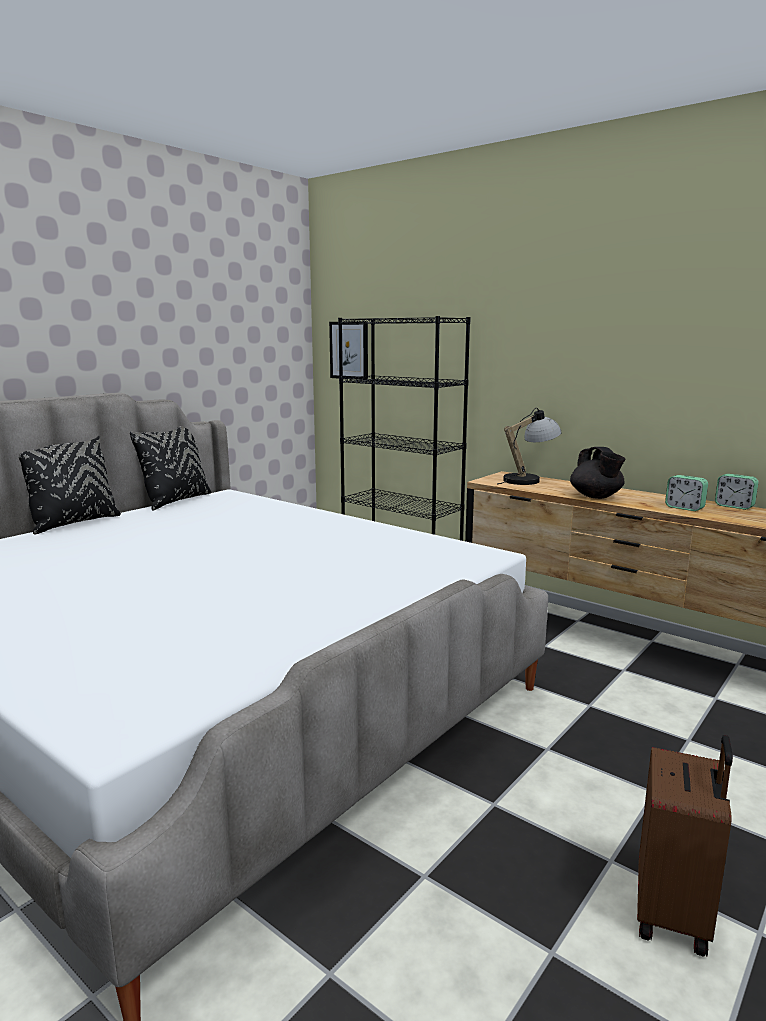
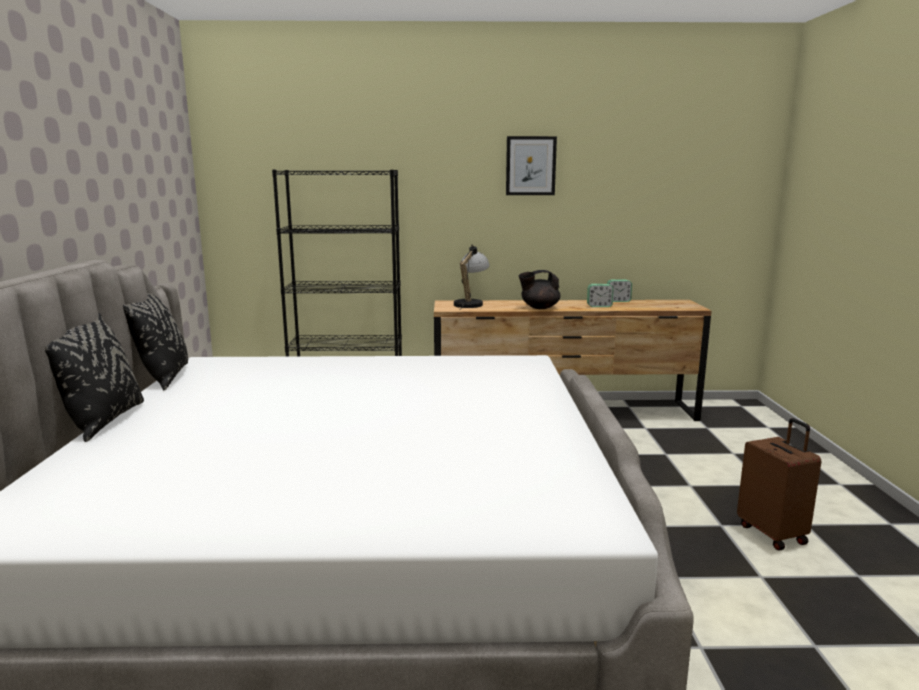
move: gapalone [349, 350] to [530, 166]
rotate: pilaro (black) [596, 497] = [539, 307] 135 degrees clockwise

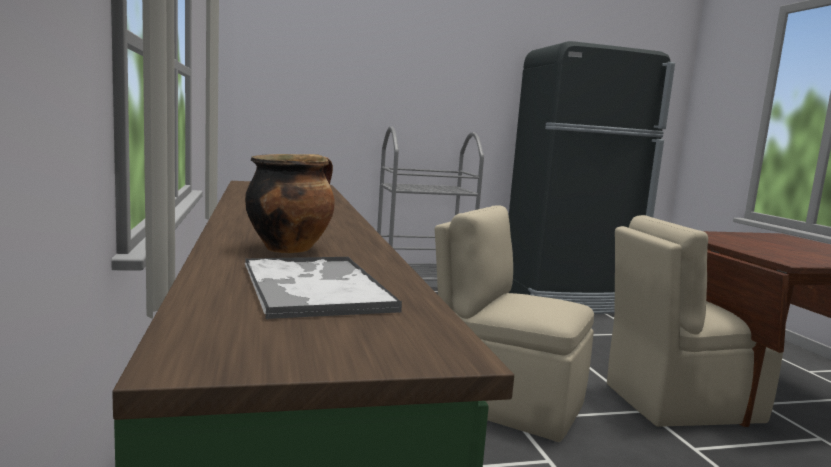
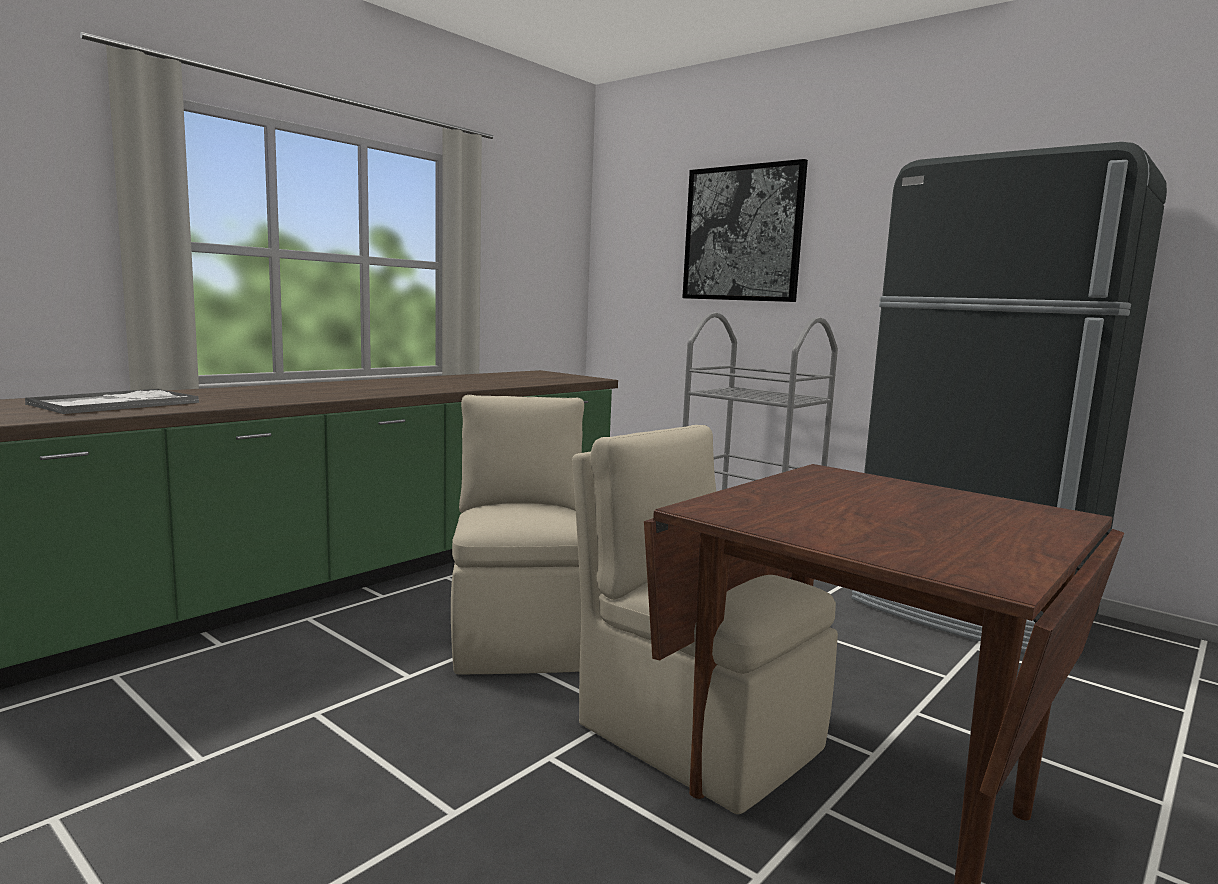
delete: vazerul [290, 248]
insert: gapalone [742, 233]

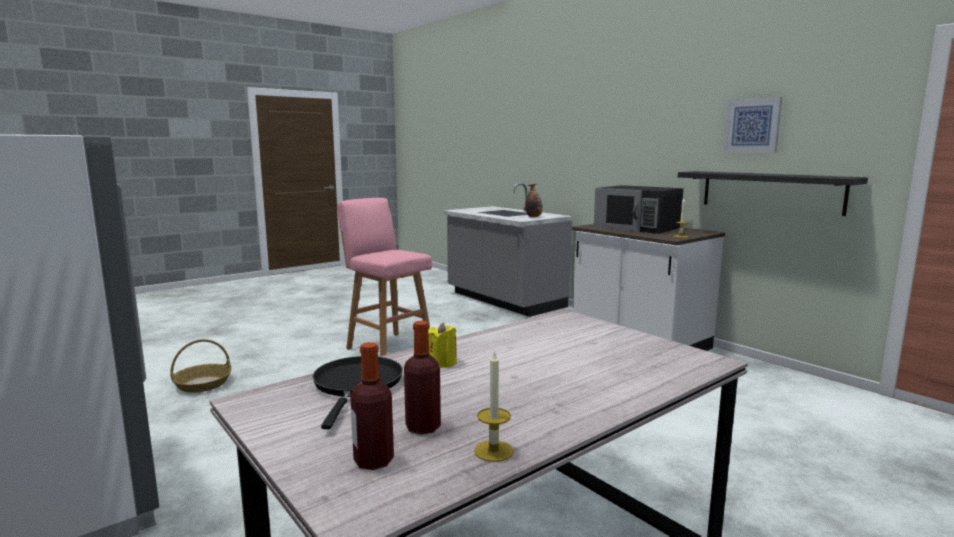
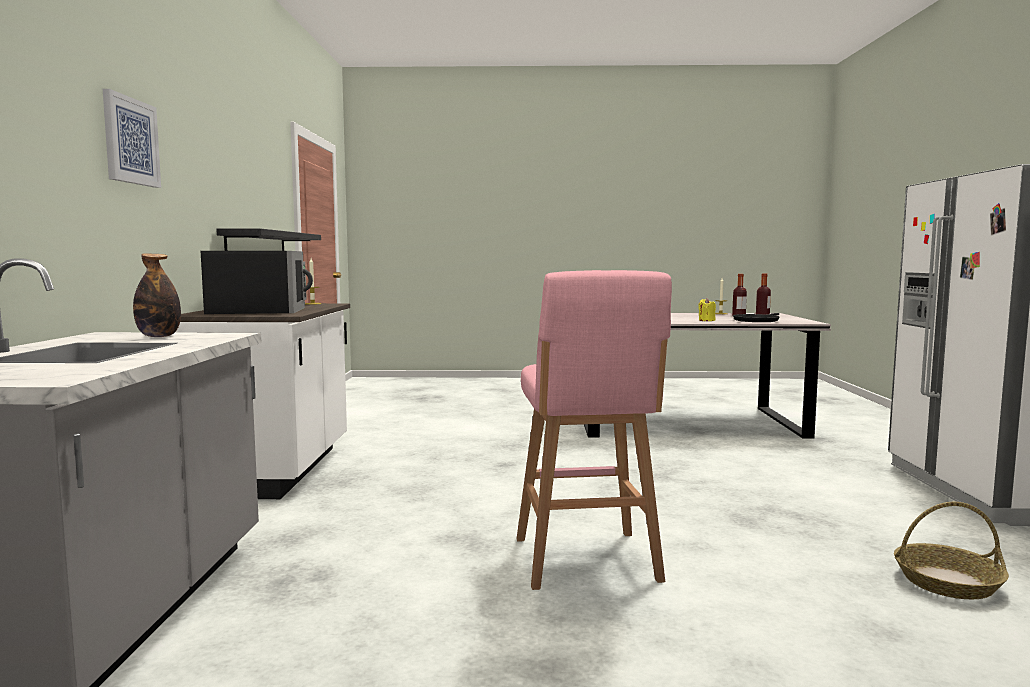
move: gapalone [752, 125] to [130, 141]

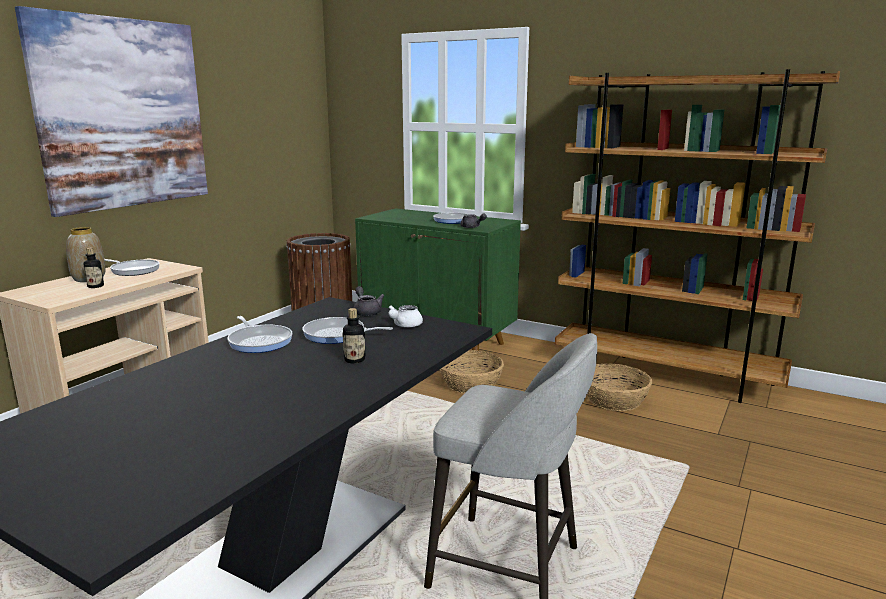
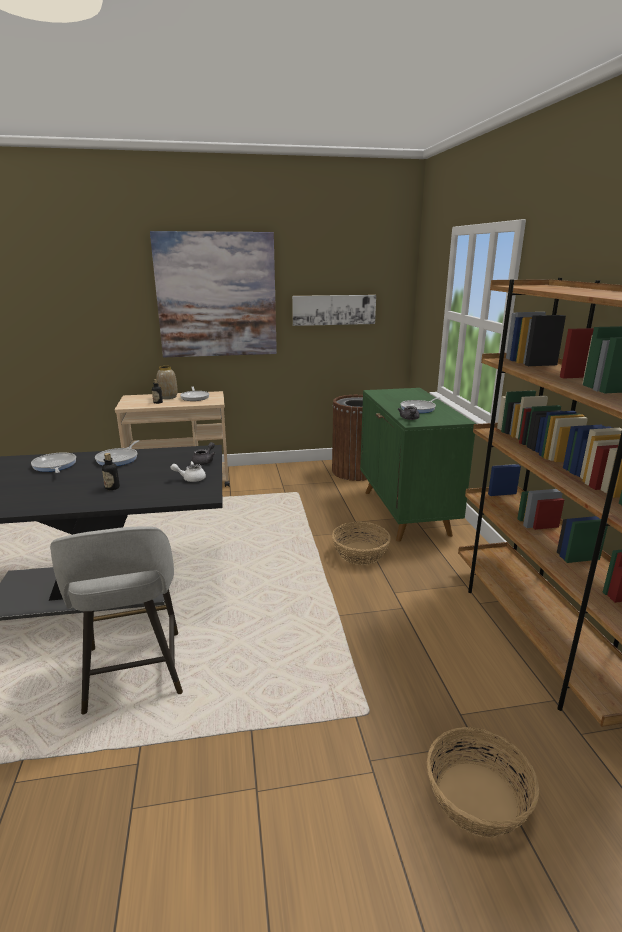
insert: gapalone [334, 310]
move: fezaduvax [337, 335] to [54, 466]; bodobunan [614, 400] to [476, 798]

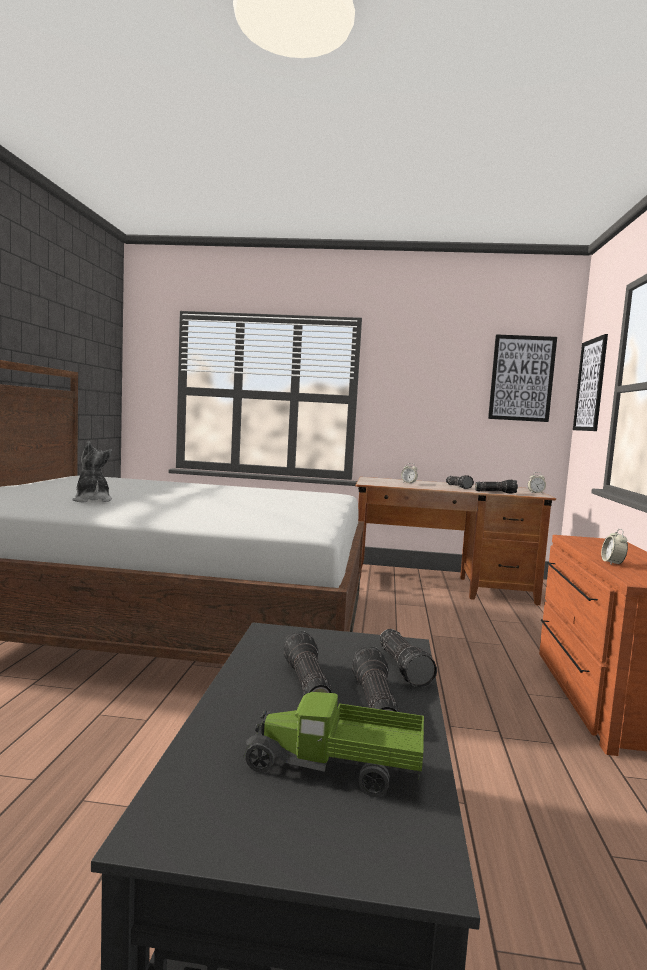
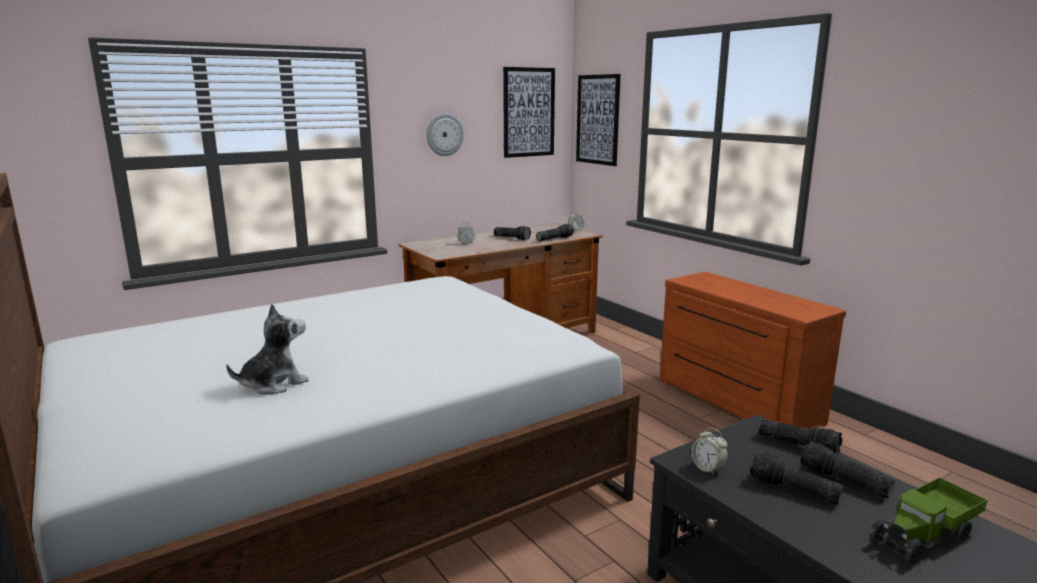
insert: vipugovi [444, 134]
move: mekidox [612, 563] to [708, 468]
rotate: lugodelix [92, 500] = [274, 384] 120 degrees clockwise

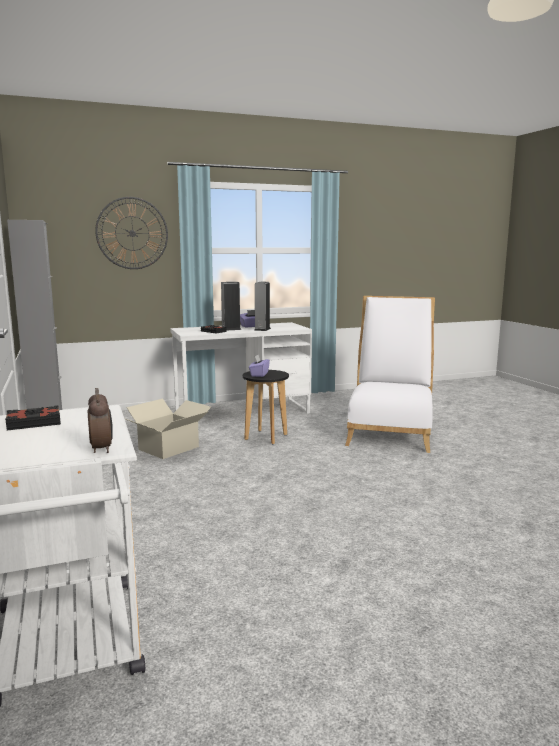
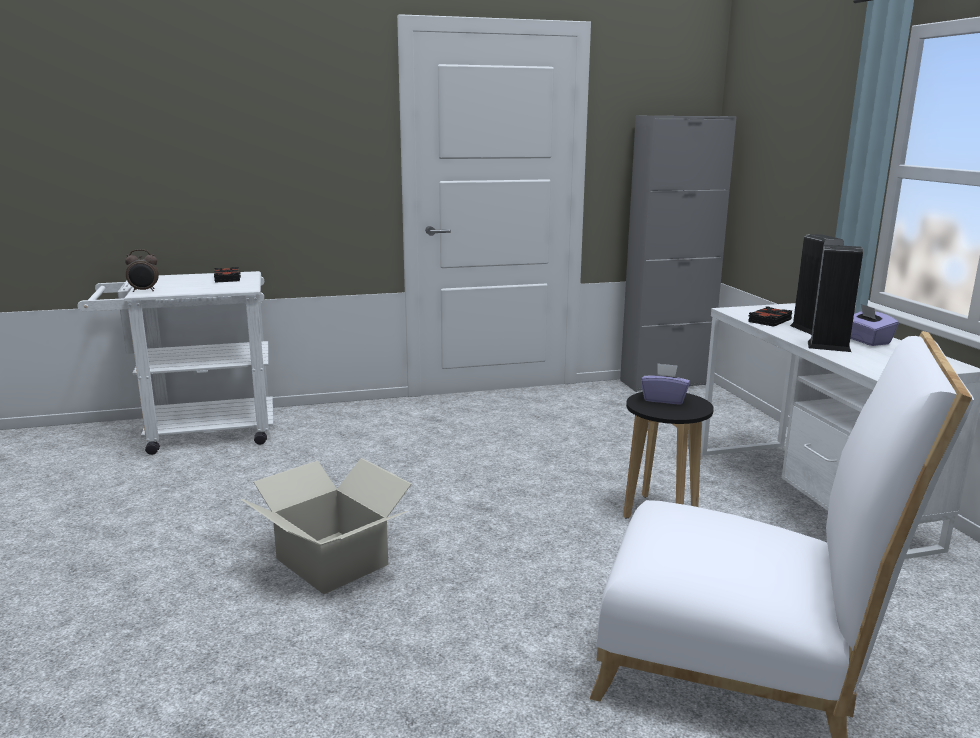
delete: vipugovi [132, 233]
move: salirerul [168, 448] to [333, 561]

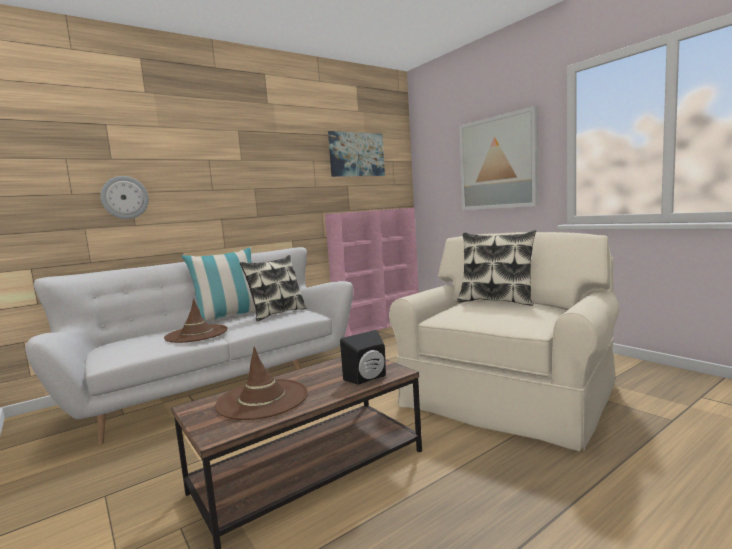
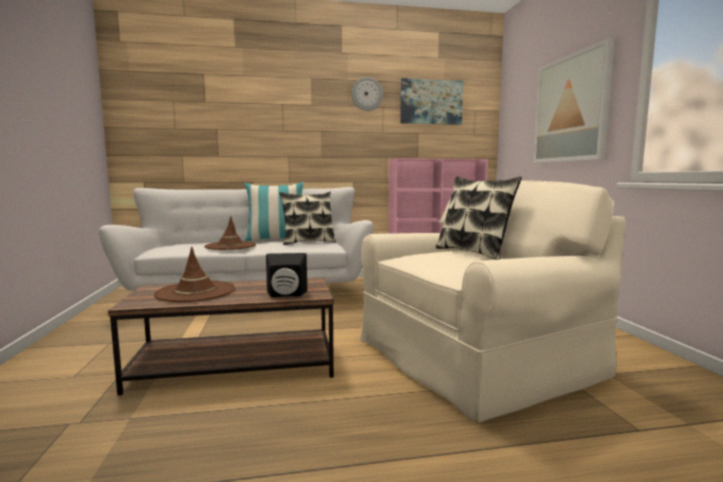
move: vipugovi [125, 197] to [367, 94]

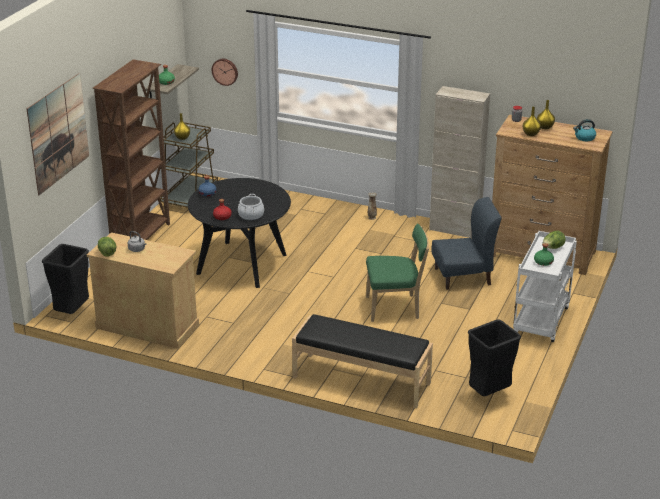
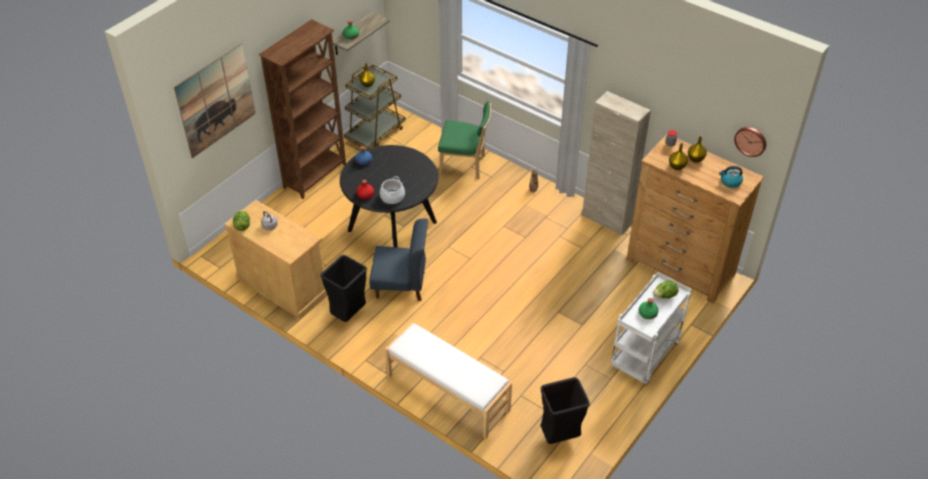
move: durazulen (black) [72, 312] to [349, 314]; vipugovi [225, 71] to [751, 141]; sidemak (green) [395, 308] to [465, 166]; sidemak (blue) [463, 276] to [401, 285]
recolor: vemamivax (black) [361, 381] to vemamivax (white) [447, 393]

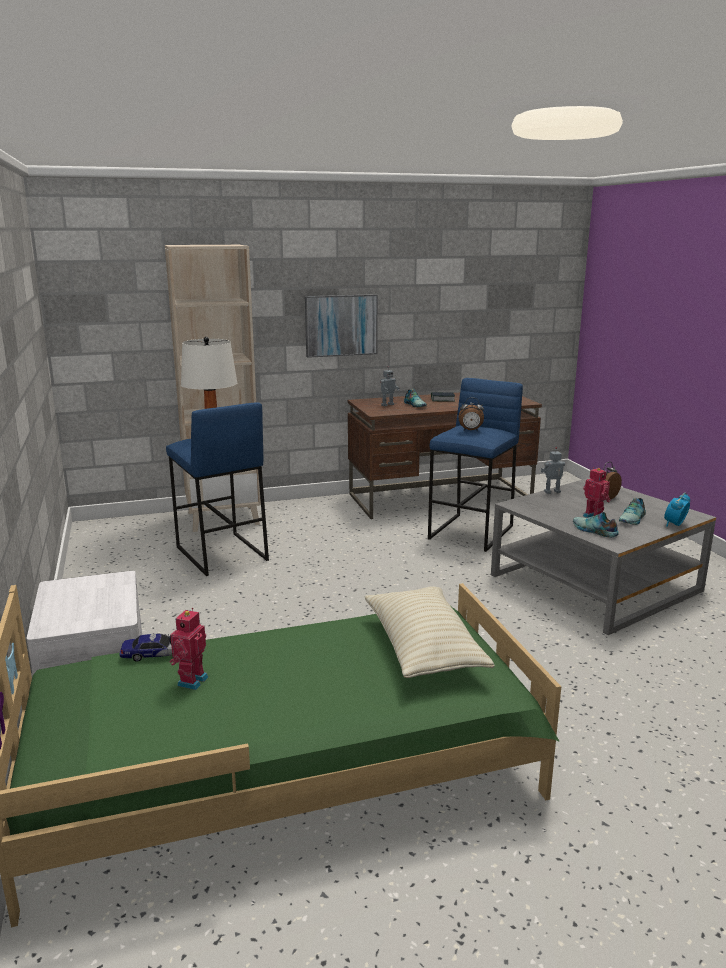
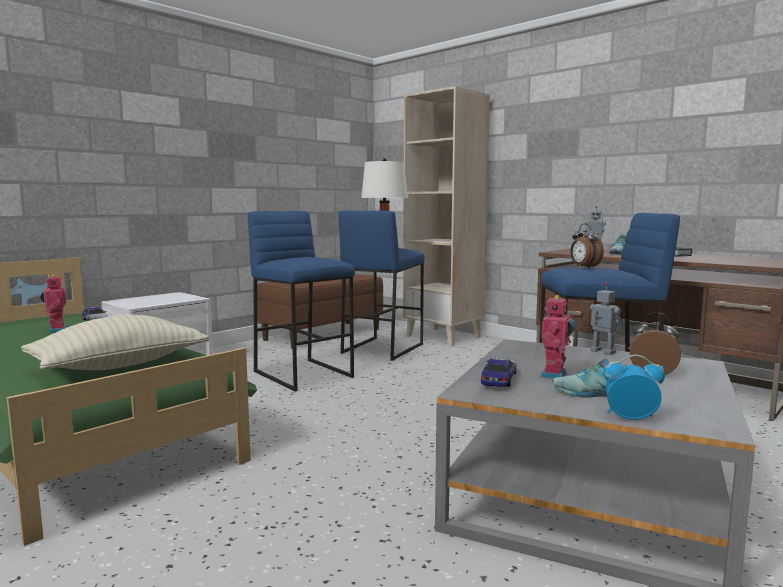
delete: gapalone [341, 325]
insert: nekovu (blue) [304, 374]; vemamivax (brown) [323, 334]
replace: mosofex [594, 531] to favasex [499, 379]
rotate: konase [190, 681] = [56, 330] 105 degrees counterclockwise

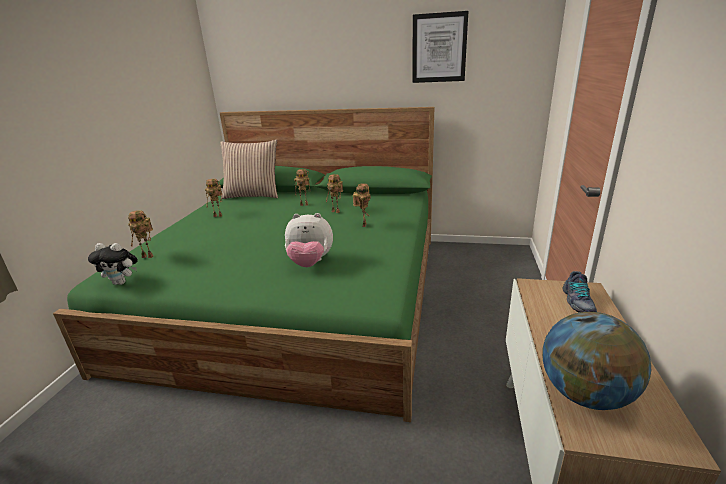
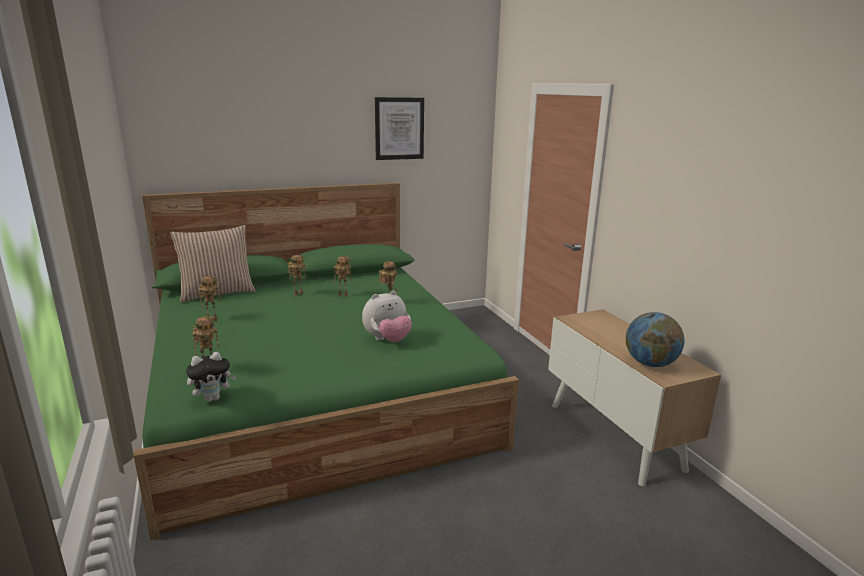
delete: mosofex [577, 301]

